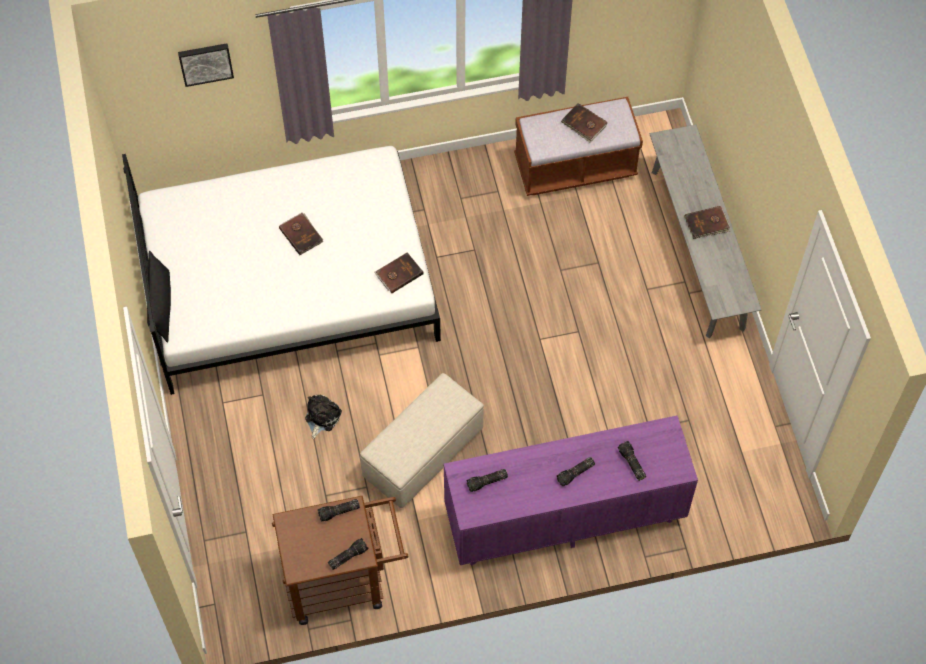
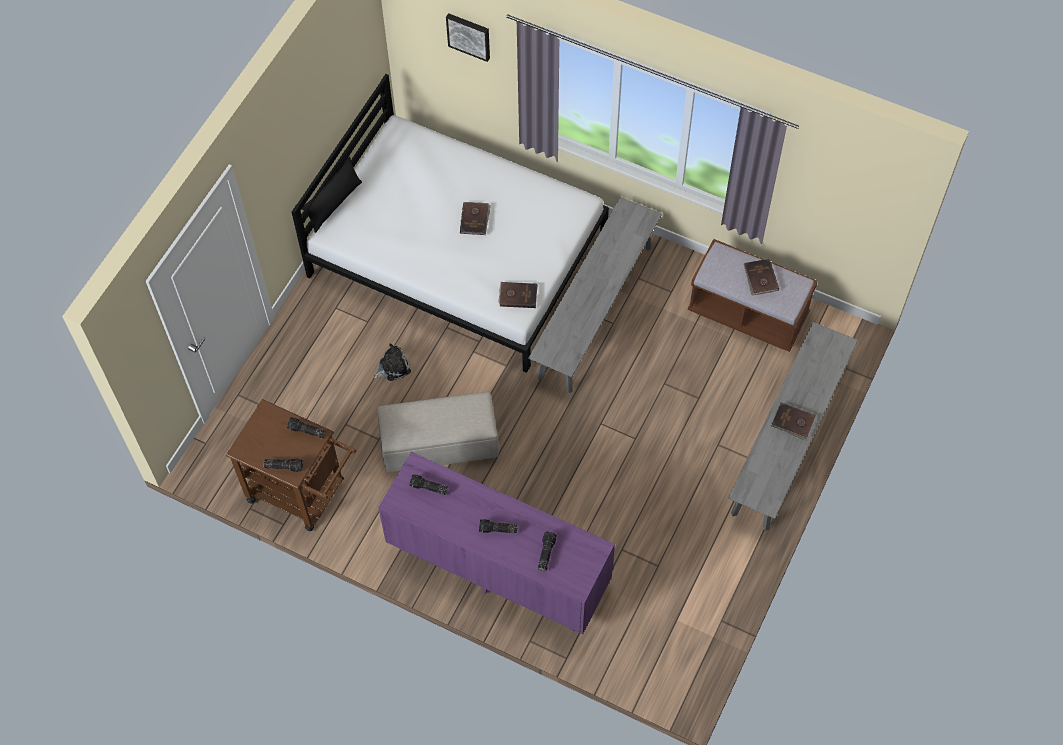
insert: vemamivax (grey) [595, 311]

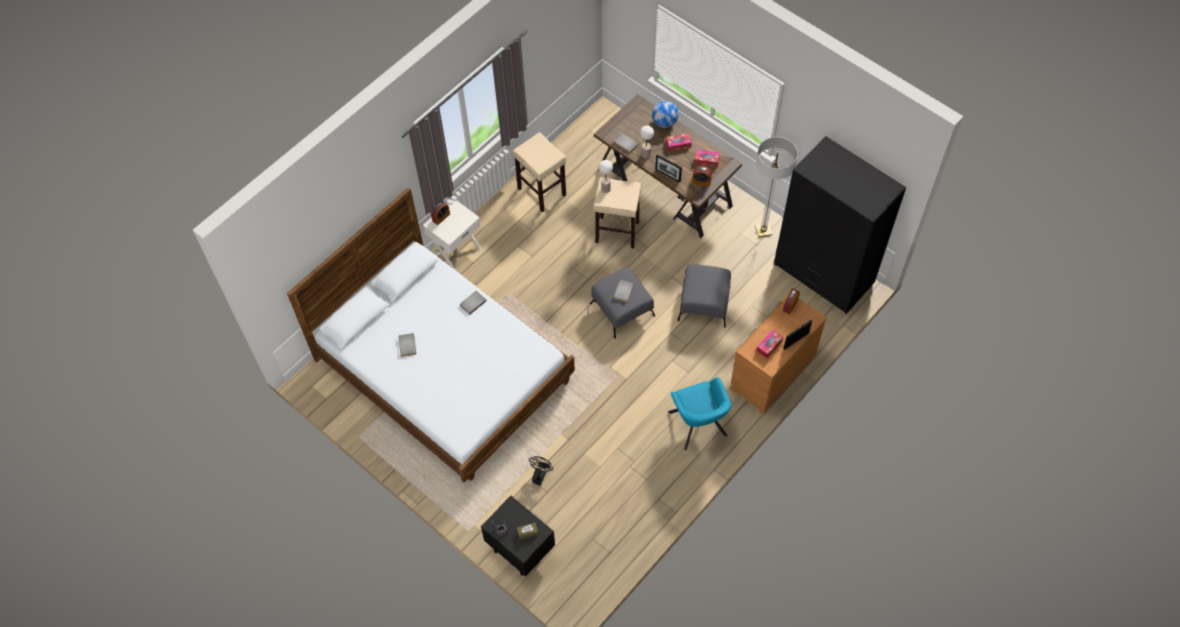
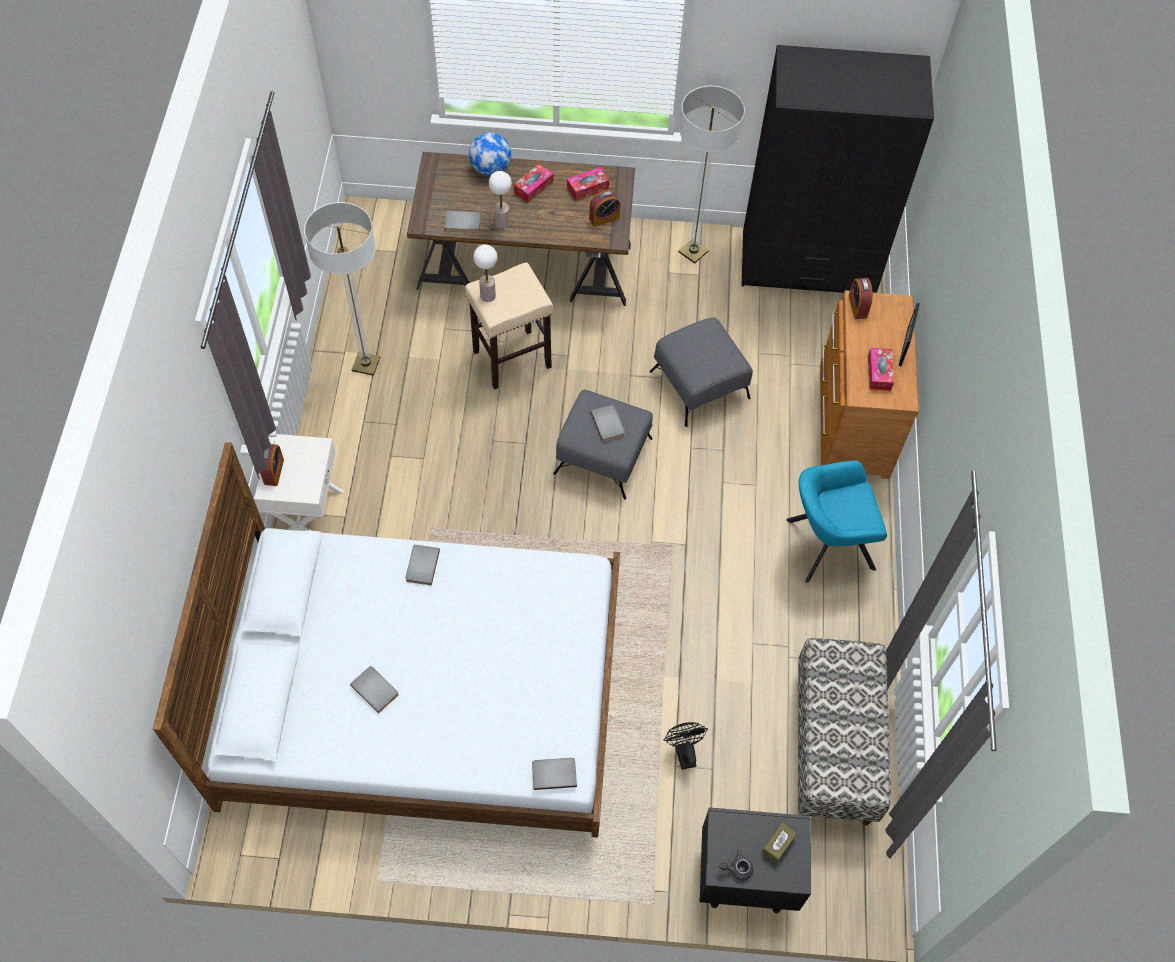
delete: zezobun [668, 175]
insert: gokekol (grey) [554, 773]; vemamivax [834, 746]
replace: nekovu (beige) [542, 192] to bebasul [366, 364]
rotate: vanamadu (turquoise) [698, 426] = [826, 545] 135 degrees clockwise

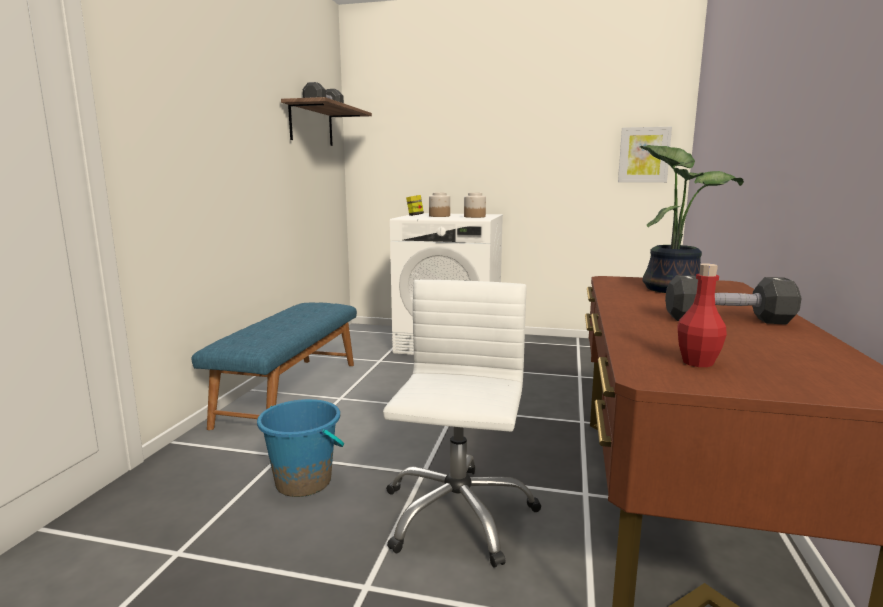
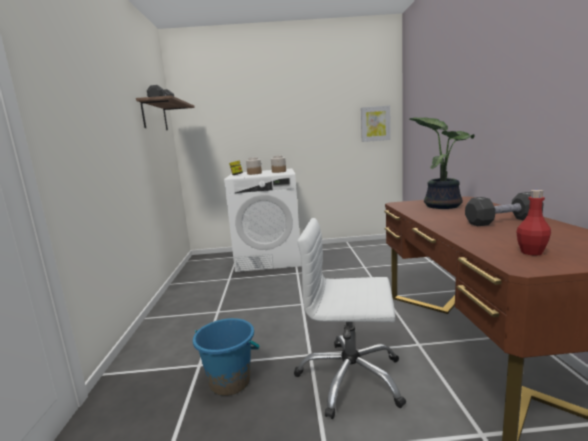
delete: vemamivax (blue) [290, 392]
rotate: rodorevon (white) [457, 514] = [350, 378] 75 degrees counterclockwise

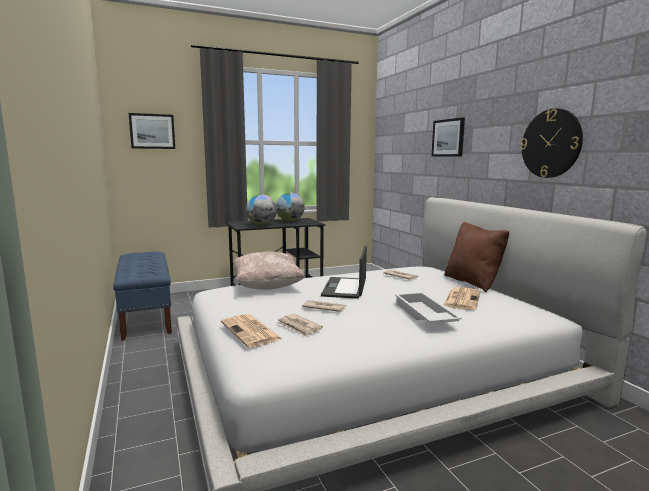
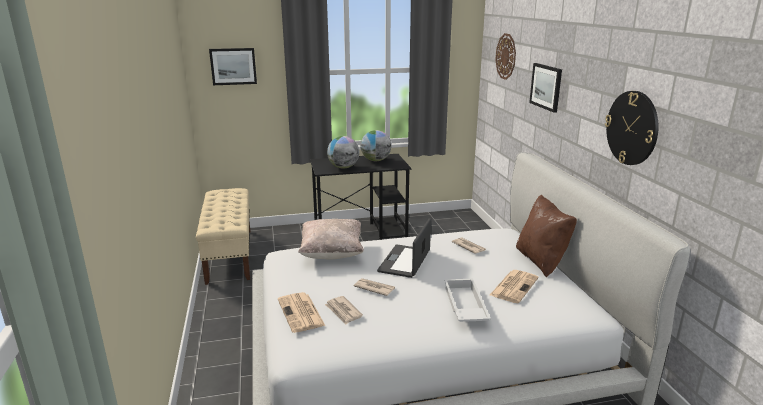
insert: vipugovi [506, 56]
recolor: vemamivax (blue) [146, 315] to vemamivax (beige) [229, 255]

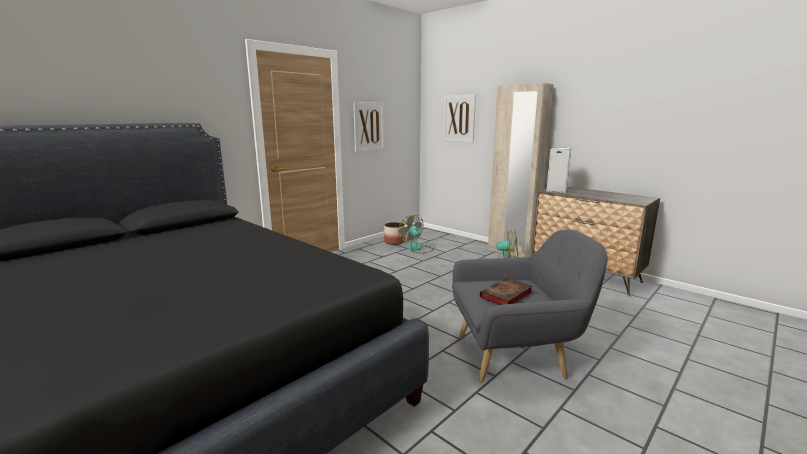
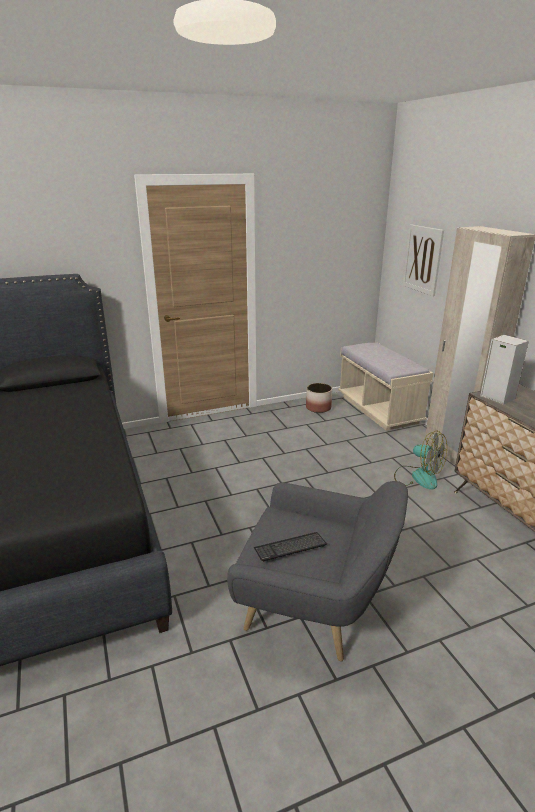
delete: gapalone [369, 126]; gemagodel [417, 248]
insert: vemamivax (beige) [379, 409]
replace: gokekol [506, 296] to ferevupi [290, 547]

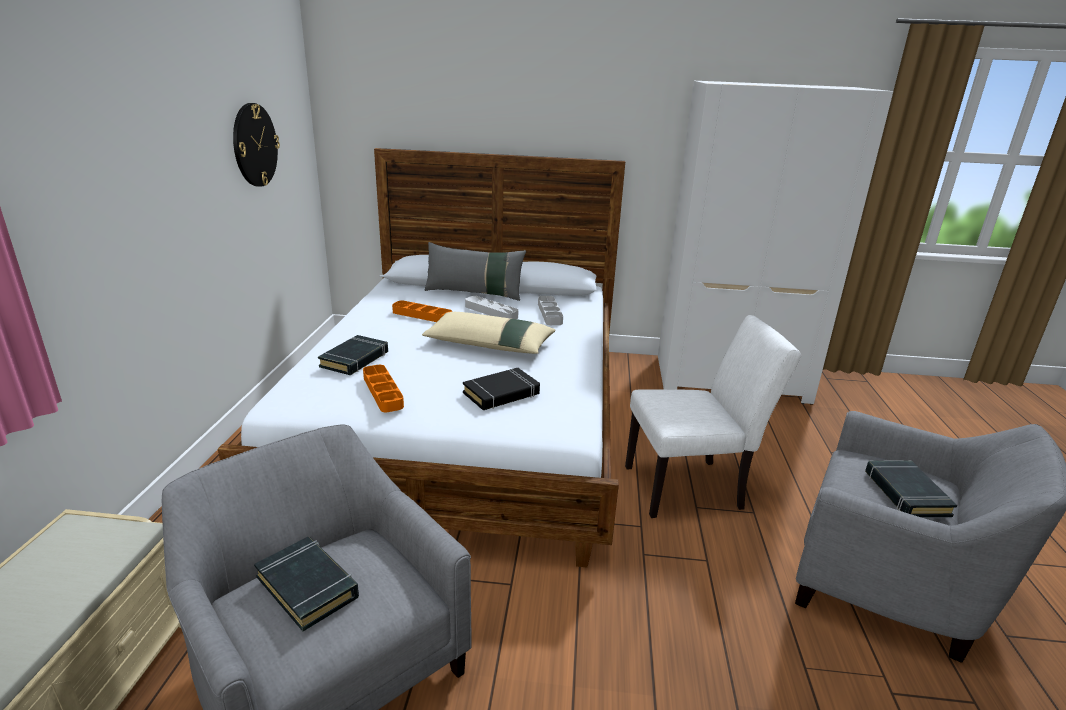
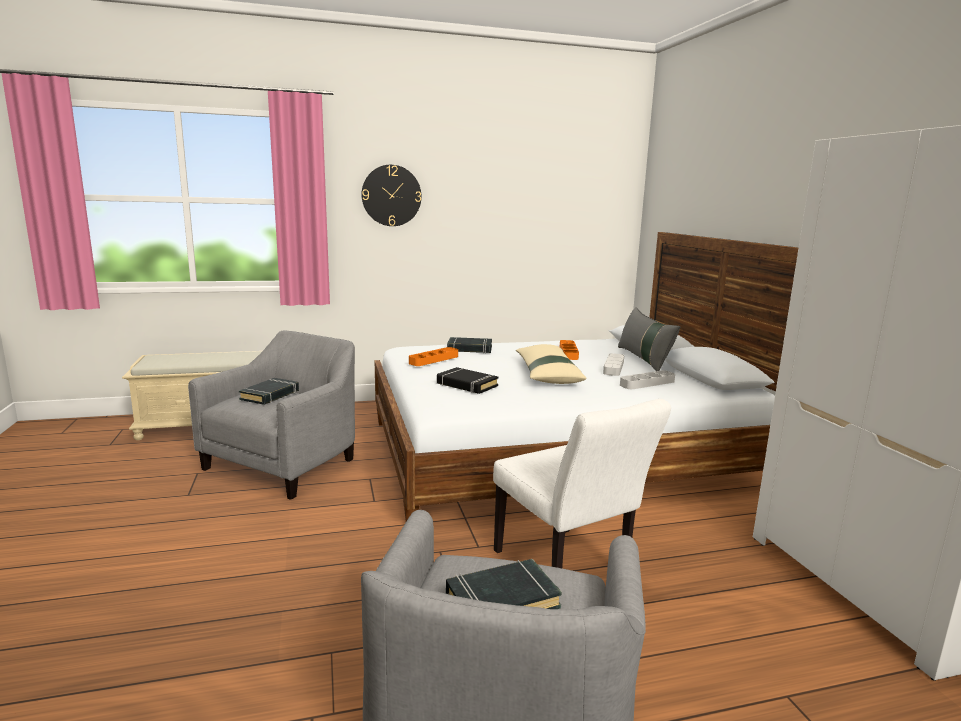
move: vipugovi [254, 145] to [391, 195]

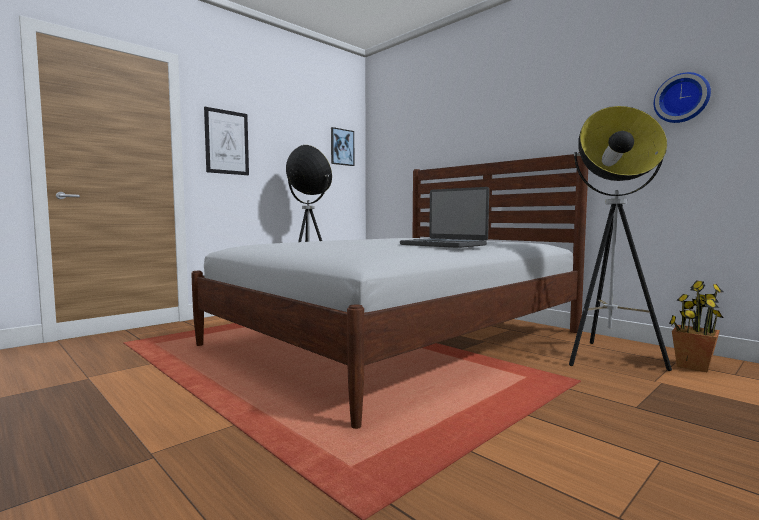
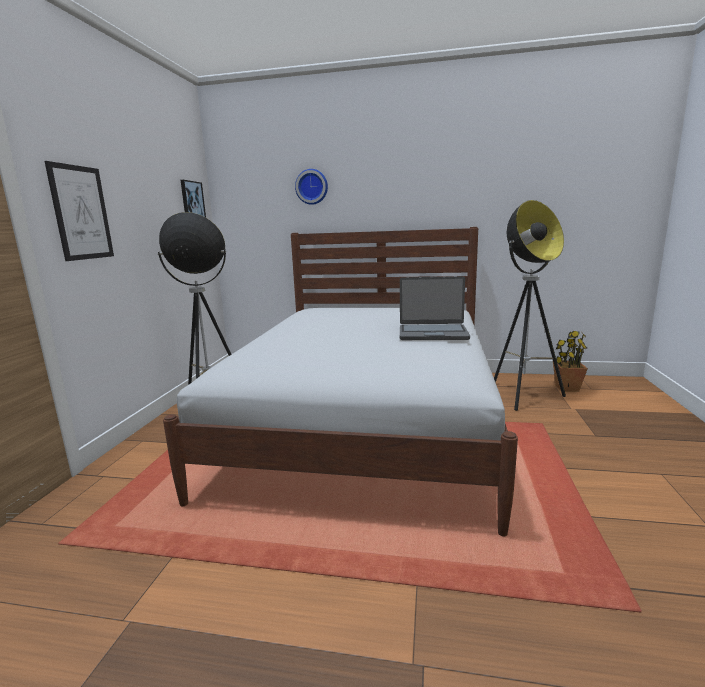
move: vipugovi [682, 98] to [312, 187]

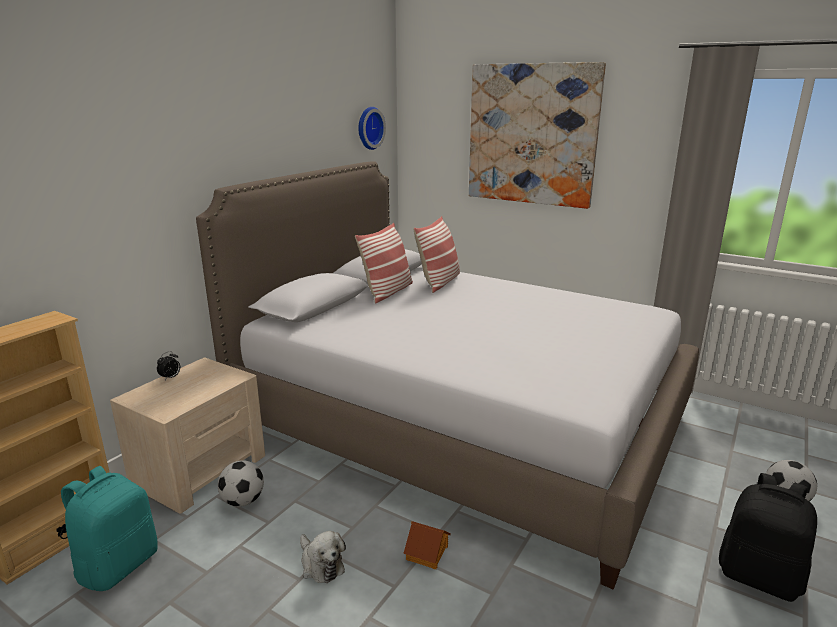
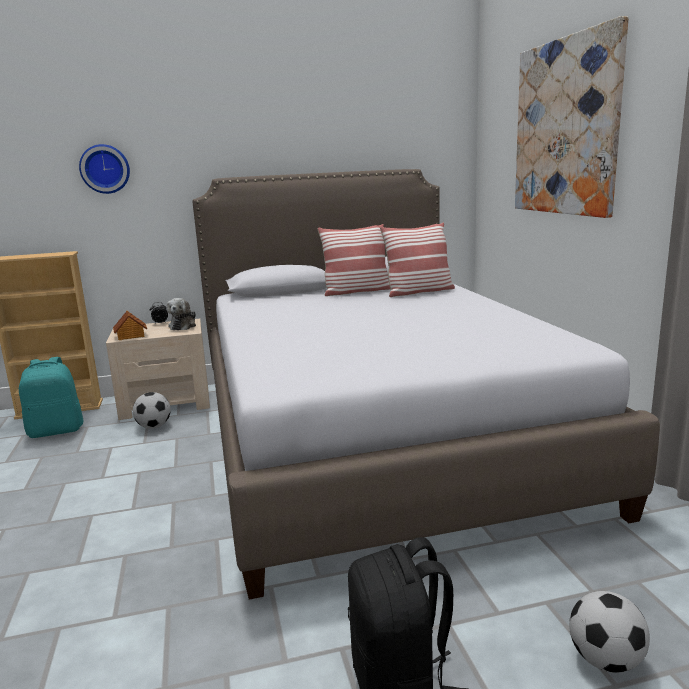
move: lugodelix [320, 564] to [183, 326]; vipugovi [368, 128] to [105, 169]; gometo [428, 552] to [130, 336]

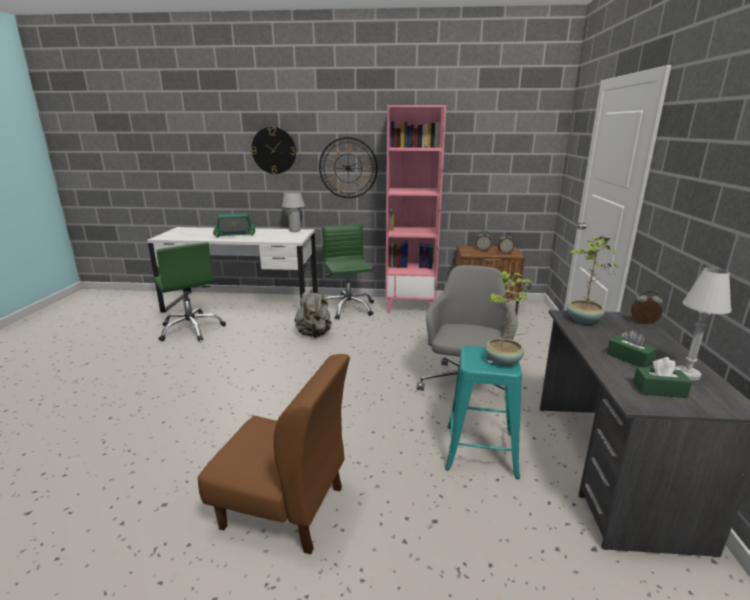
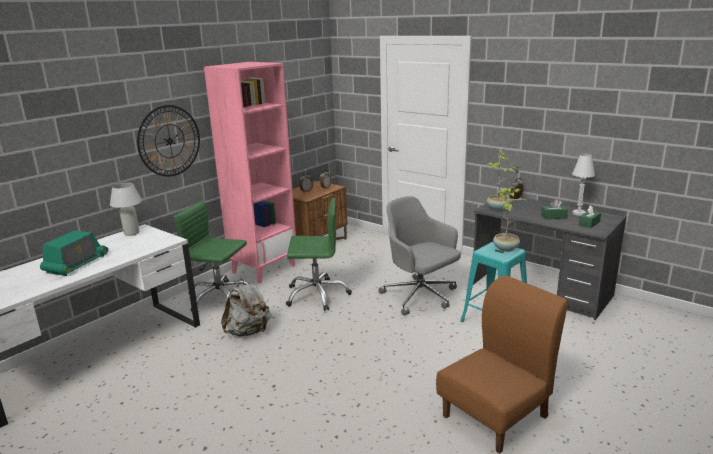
delete: vipugovi [274, 150]
move: rodorevon (green) [191, 329] to [317, 295]

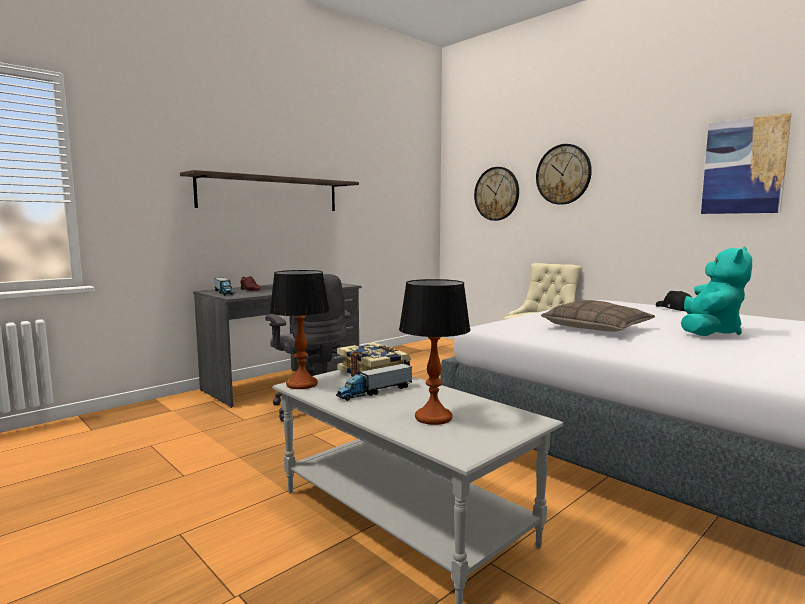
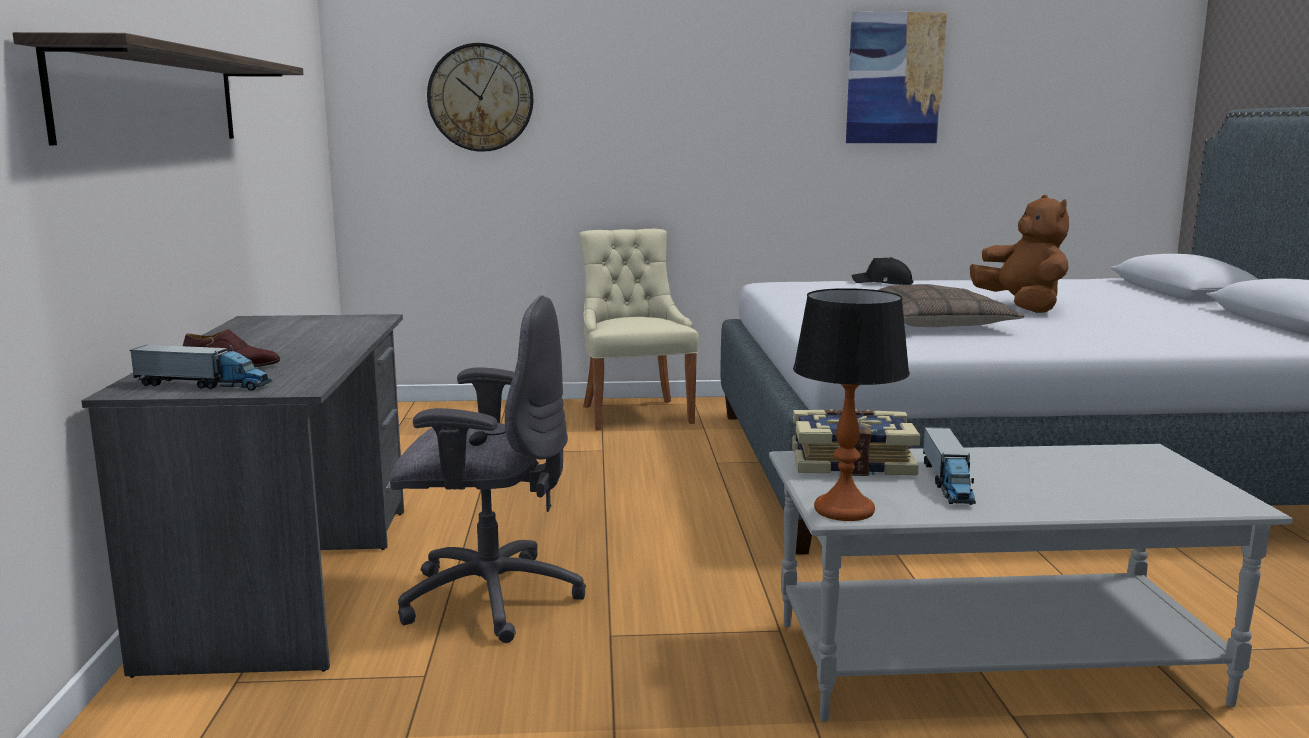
delete: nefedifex [433, 417]; vipugovi [563, 174]
recolor: lugodelix (turquoise) [709, 332] to lugodelix (brown) [1022, 307]

